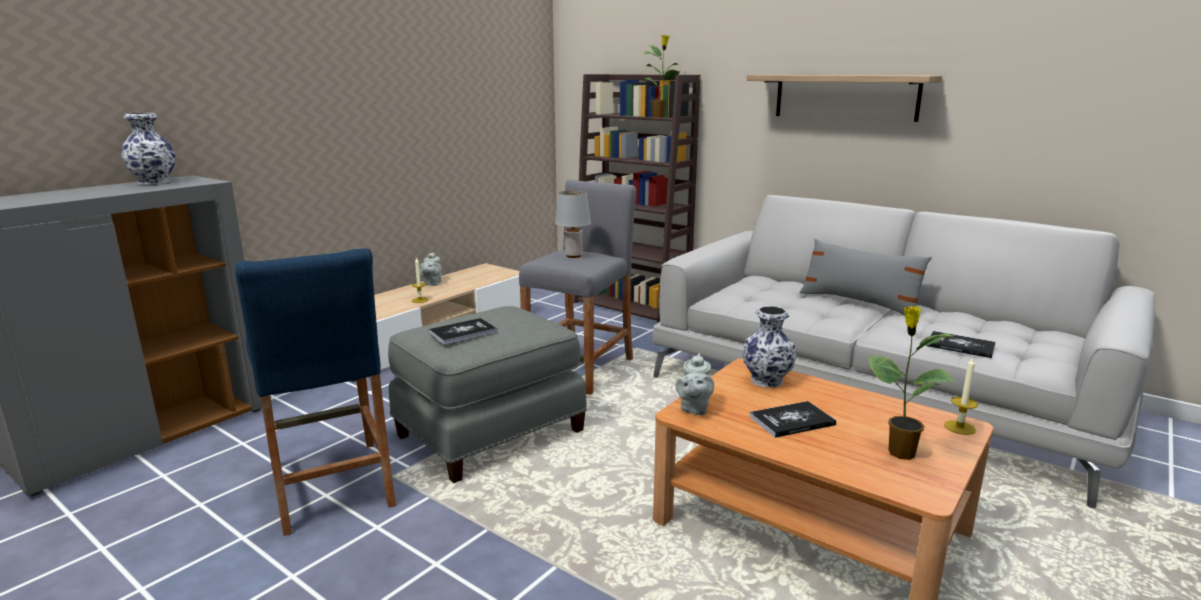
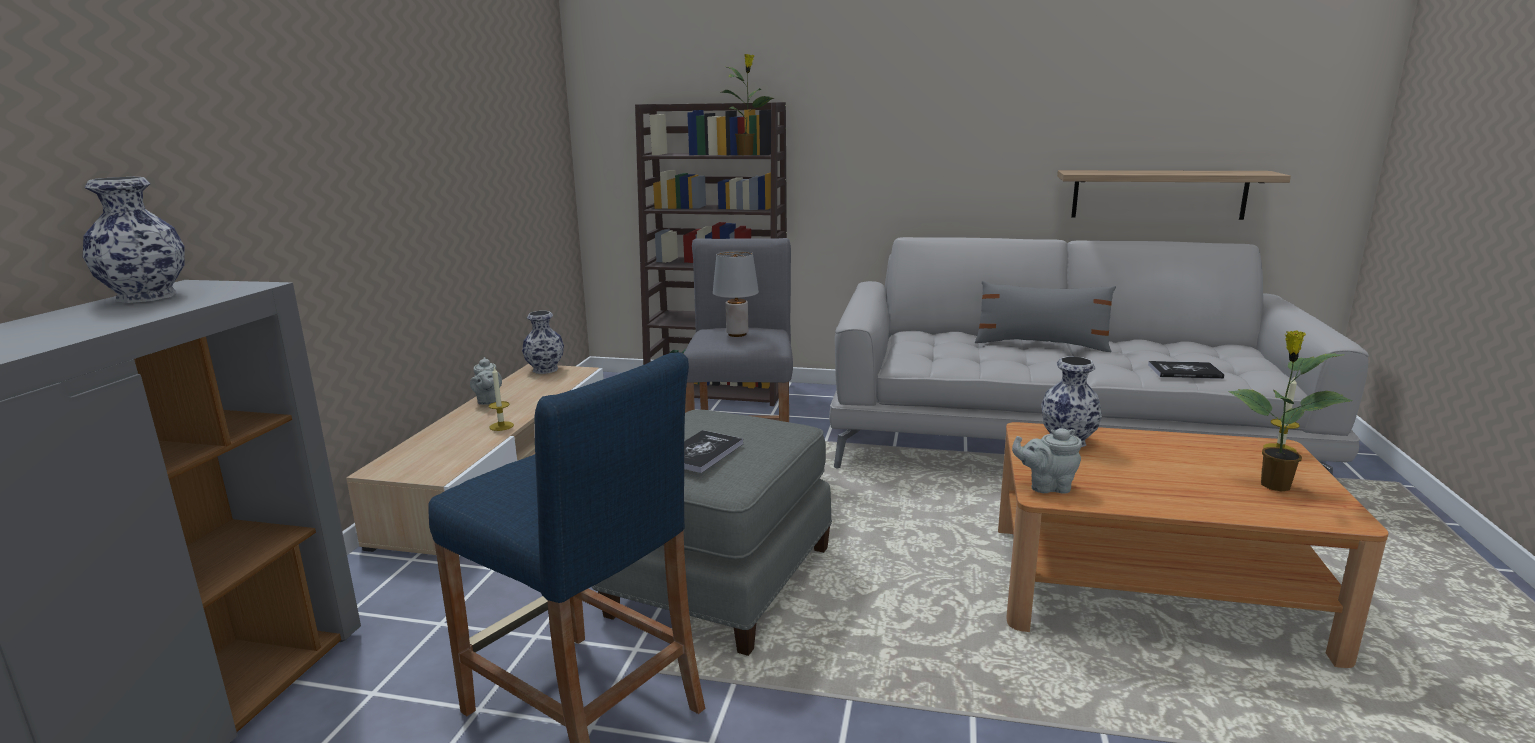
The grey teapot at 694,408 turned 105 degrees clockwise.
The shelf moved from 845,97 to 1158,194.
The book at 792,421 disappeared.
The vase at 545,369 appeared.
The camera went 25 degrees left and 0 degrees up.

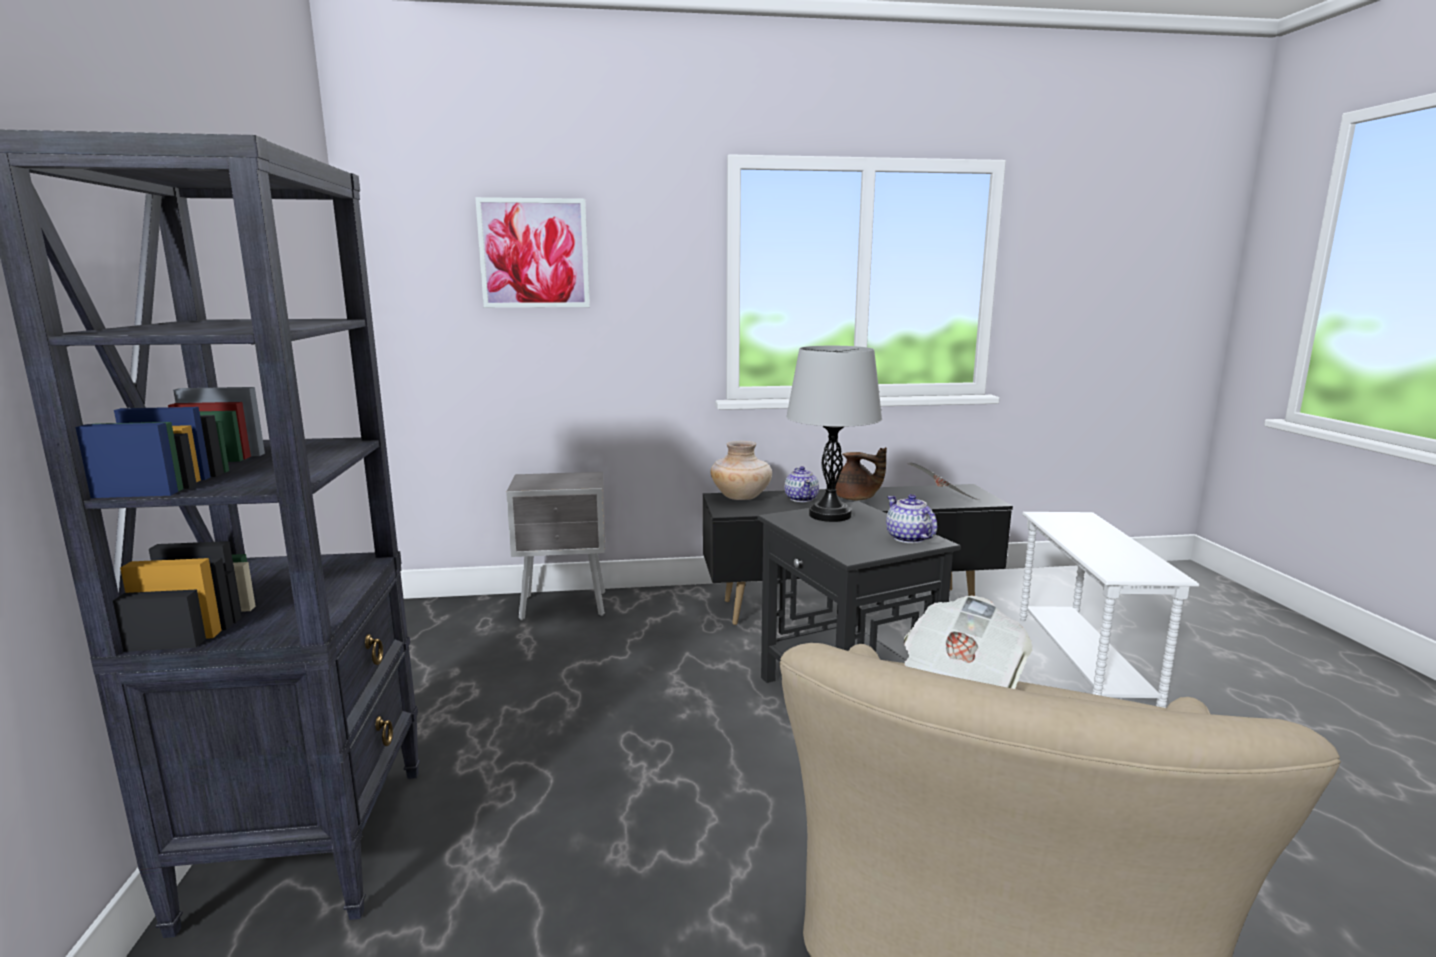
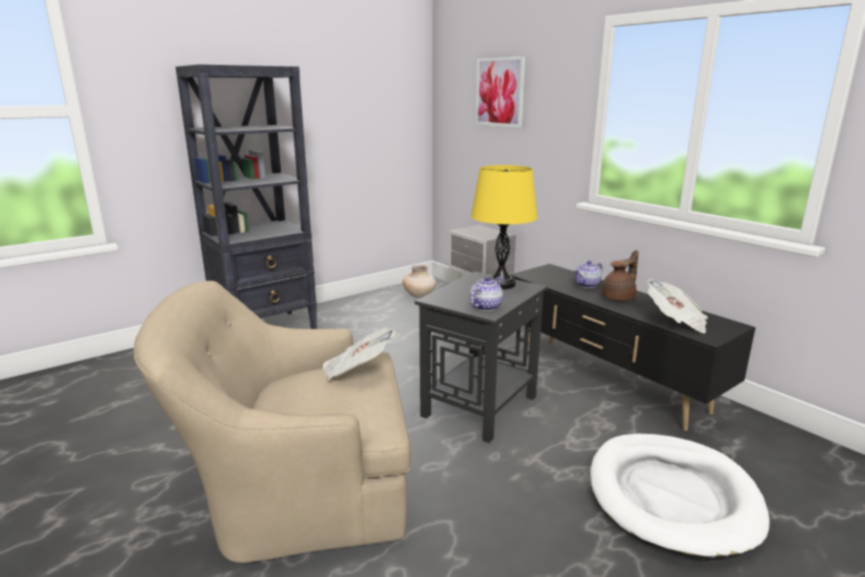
The beige vase moved from 741,497 to 419,295.
The grey table lamp at 830,515 became the yellow table lamp at 501,284.
The brown teapot at 856,498 turned 135 degrees counterclockwise.
The white side table at 1082,660 was replaced by the white dog bed at 672,497.
The camera went 60 degrees right and 5 degrees up.

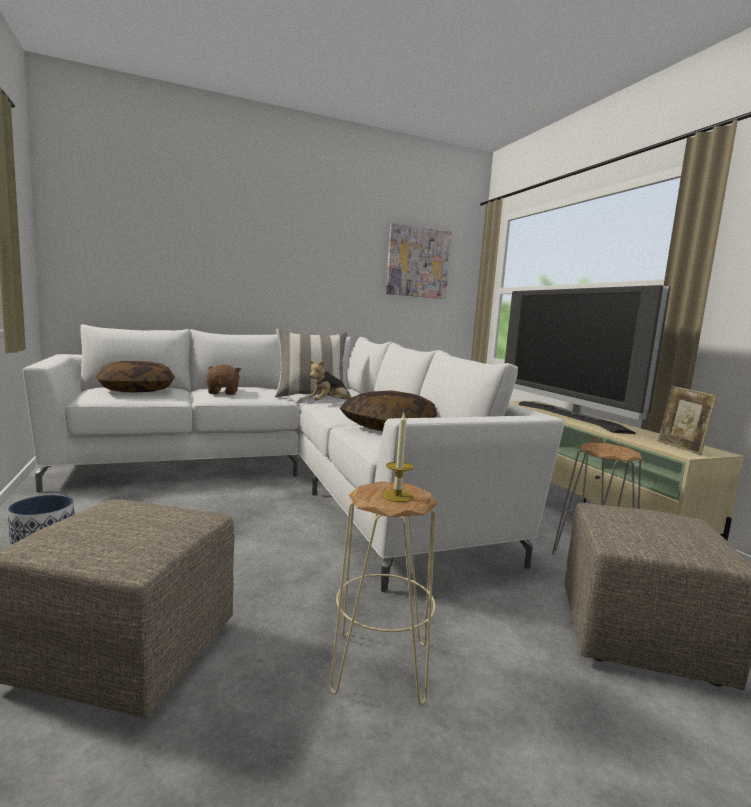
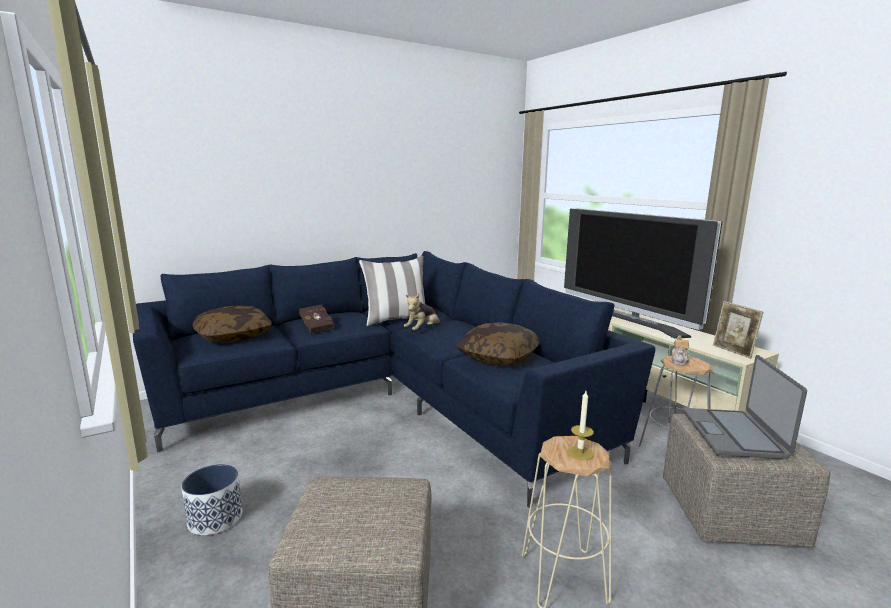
The white sofa at 290,479 became the blue sofa at 388,400.
The brown plush toy at 223,392 was replaced by the red book at 316,327.
The picture at 418,262 disappeared.
The teapot at 679,361 appeared.
The laptop at 734,434 appeared.
The camera went 10 degrees left and 5 degrees up.

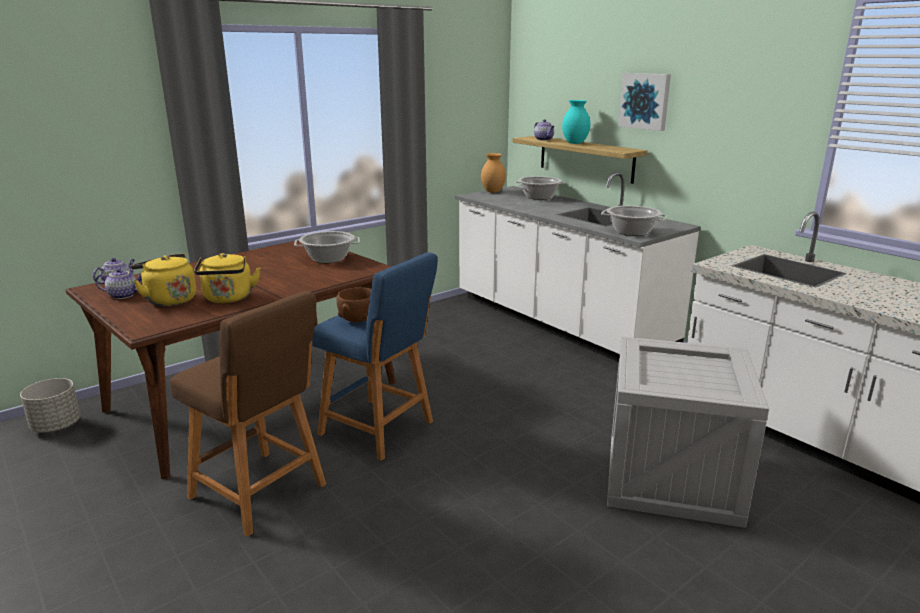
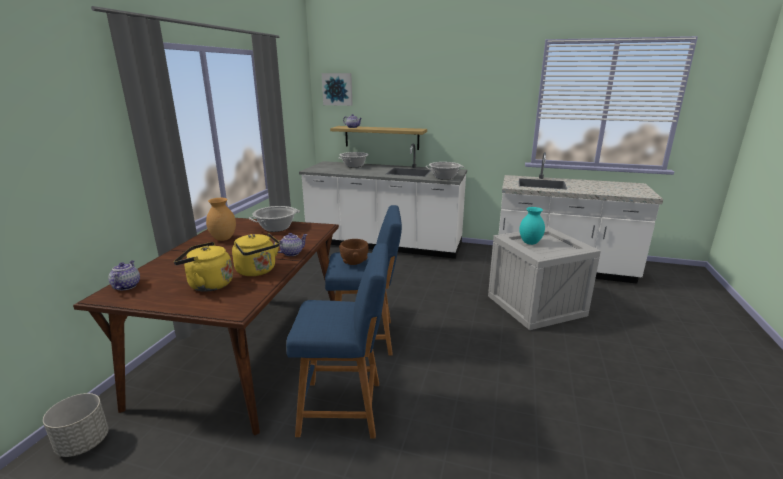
The teapot moved from 124,295 to 291,253.
The brown stool at 262,493 became the blue stool at 345,408.
The brown vase moved from 493,192 to 223,239.
The turquoise vase moved from 574,143 to 529,243.
The picture moved from 645,101 to 337,89.
The camera went 35 degrees left and 0 degrees up.

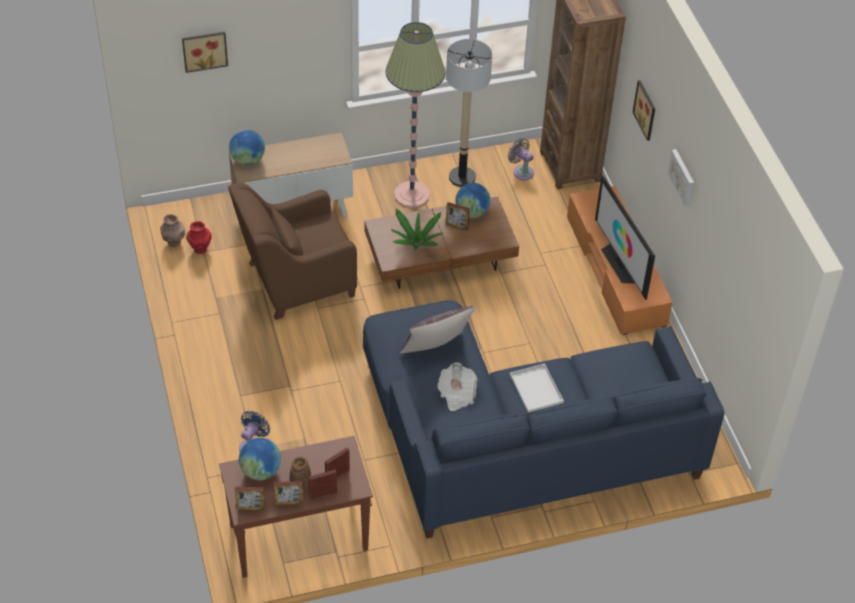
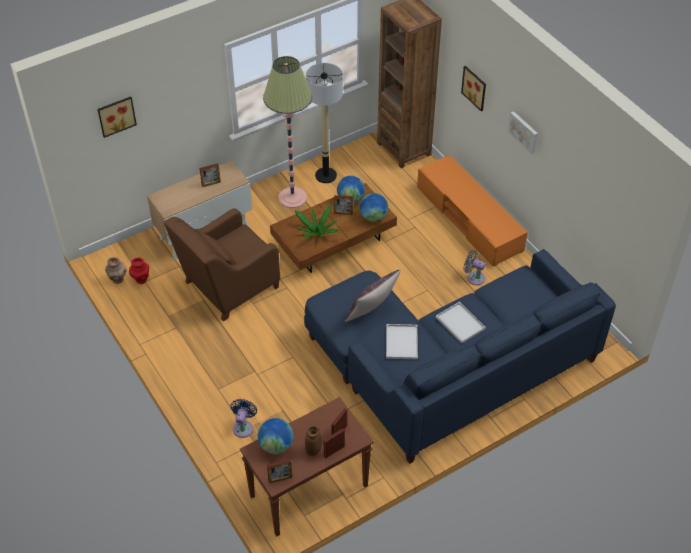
The globe moved from 247,160 to 373,217.
The picture frame moved from 289,503 to 211,184.
The newspaper at 456,394 was replaced by the white tray at 402,343.
The grey fan moved from 521,171 to 474,277.
The television at 620,263 disappeared.
The camera went 15 degrees left and 0 degrees up.

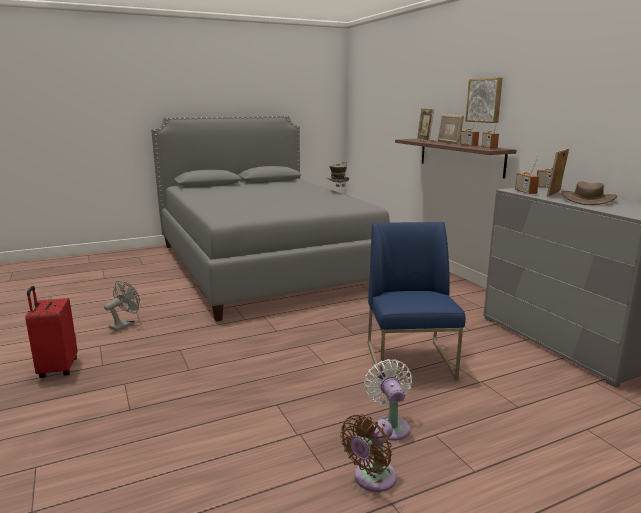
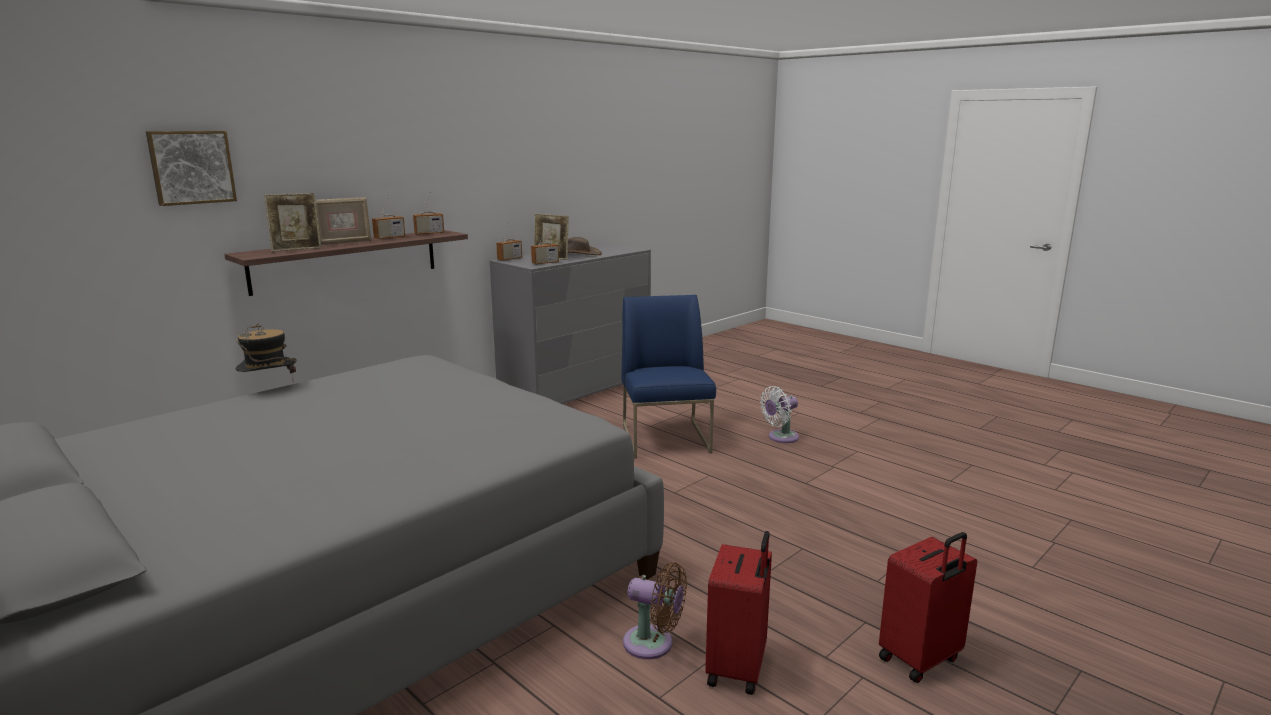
The grey fan at 125,325 was replaced by the red suitcase at 738,669.
The brown fan moved from 372,479 to 653,644.
The blue chair at 410,361 turned 105 degrees clockwise.
The picture moved from 485,100 to 191,167.
The camera went 110 degrees left and 0 degrees up.

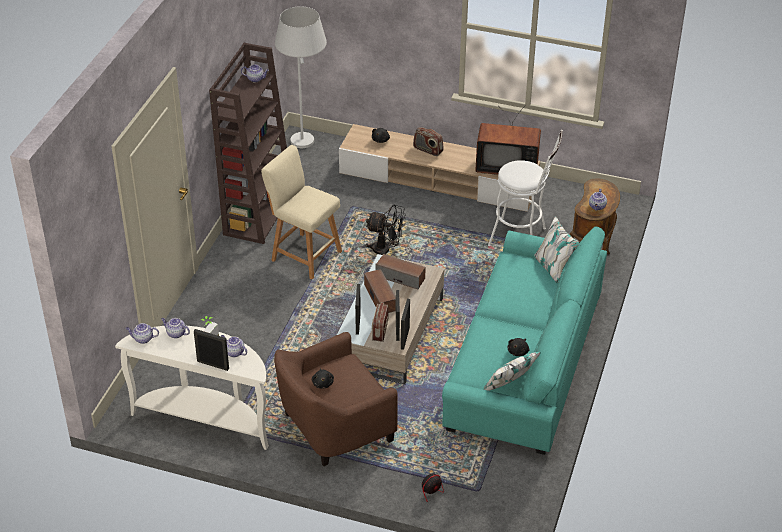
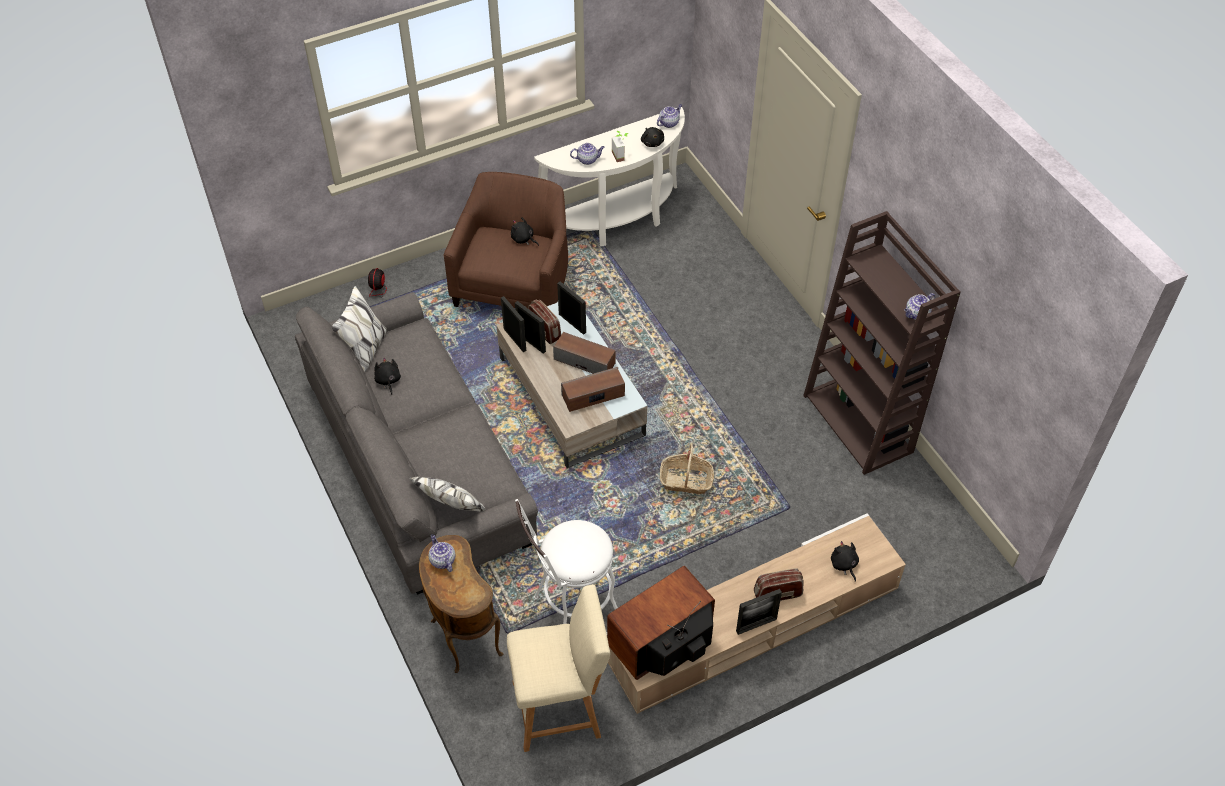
The teapot at 175,333 was replaced by the black plush toy at 652,142.
The picture frame moved from 213,365 to 756,625.
The beige stool moved from 304,254 to 561,708.
The white floor lamp at 305,149 disappeared.
The black fan at 386,250 was replaced by the basket at 686,480.
The turquoise sofa at 524,361 became the grey sofa at 418,461.
The camera went 135 degrees right and 10 degrees up.

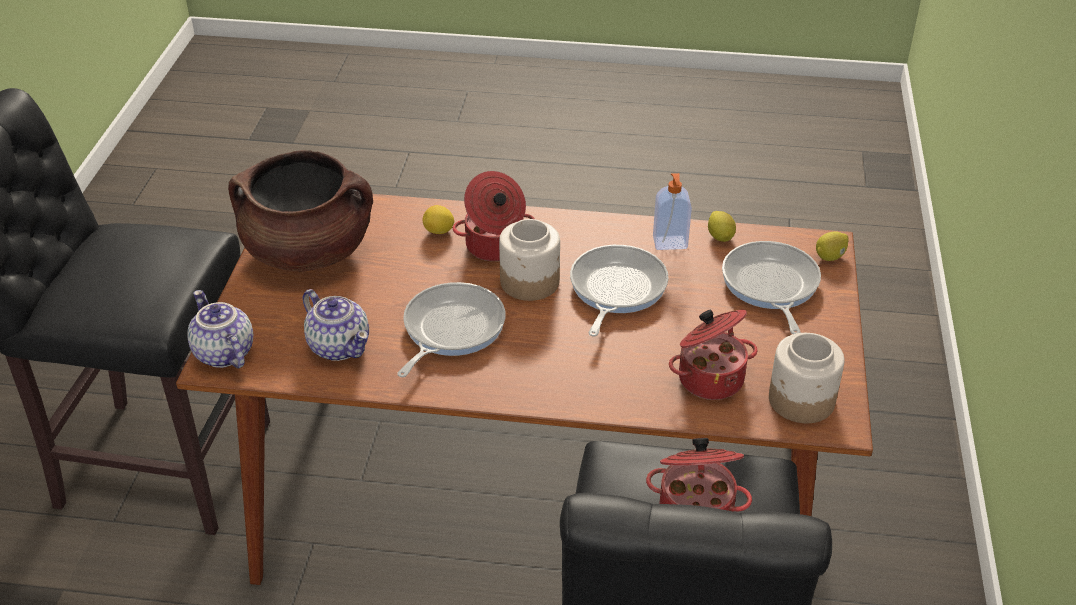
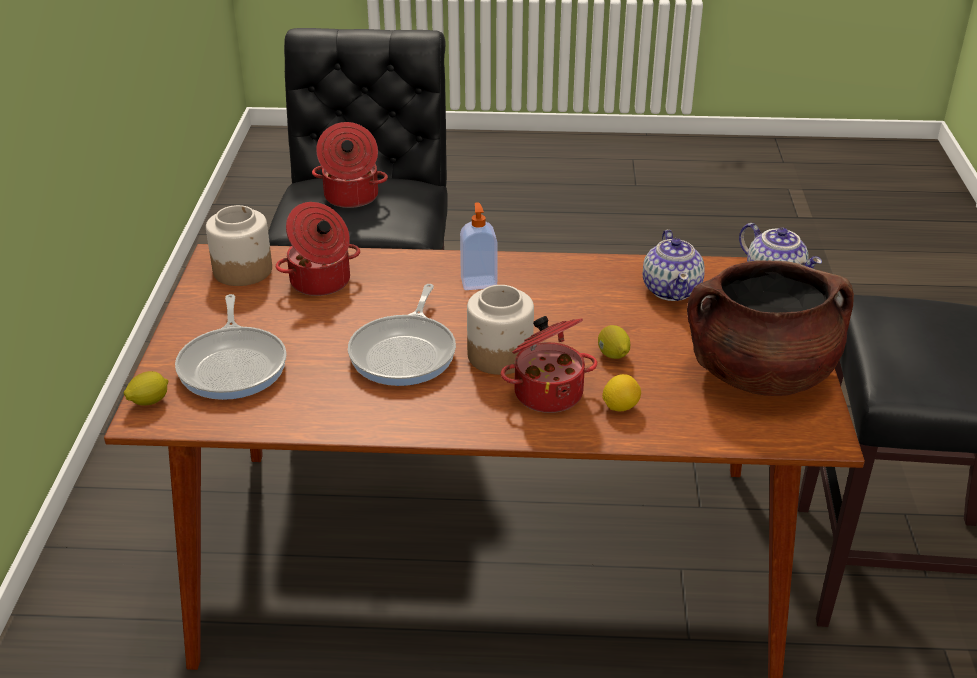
The teapot at 339,346 turned 135 degrees counterclockwise.
The frying pan at 450,329 disappeared.
The soap dispenser moved from 670,243 to 478,282.
The lemon moved from 720,236 to 613,355.
The camera went 175 degrees right and 5 degrees down.

